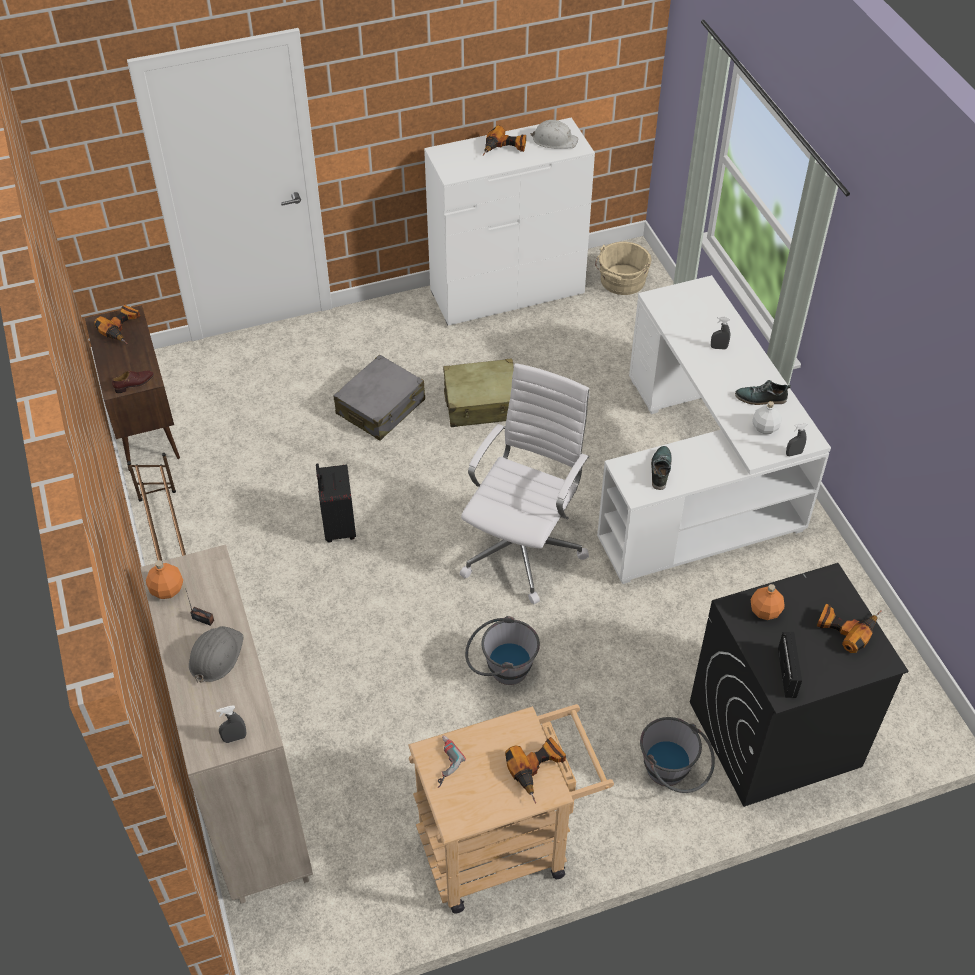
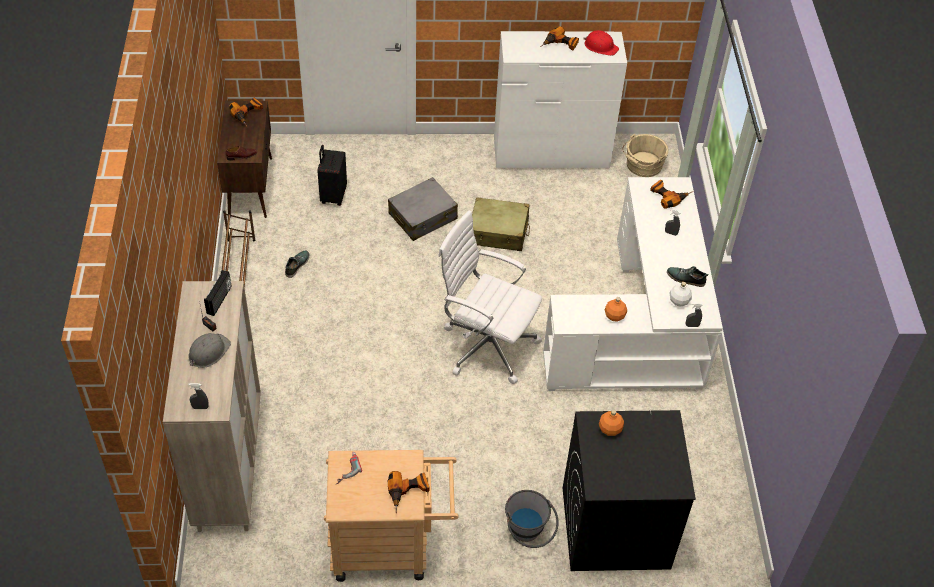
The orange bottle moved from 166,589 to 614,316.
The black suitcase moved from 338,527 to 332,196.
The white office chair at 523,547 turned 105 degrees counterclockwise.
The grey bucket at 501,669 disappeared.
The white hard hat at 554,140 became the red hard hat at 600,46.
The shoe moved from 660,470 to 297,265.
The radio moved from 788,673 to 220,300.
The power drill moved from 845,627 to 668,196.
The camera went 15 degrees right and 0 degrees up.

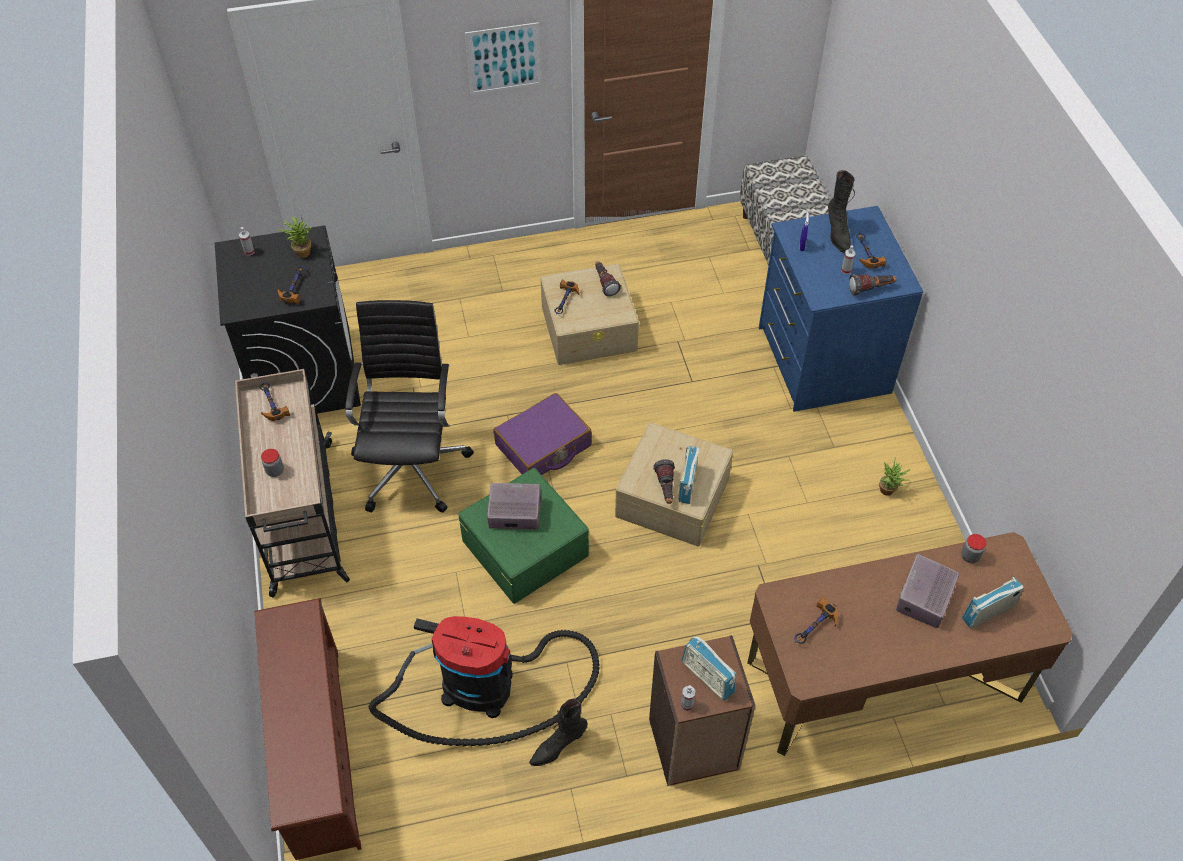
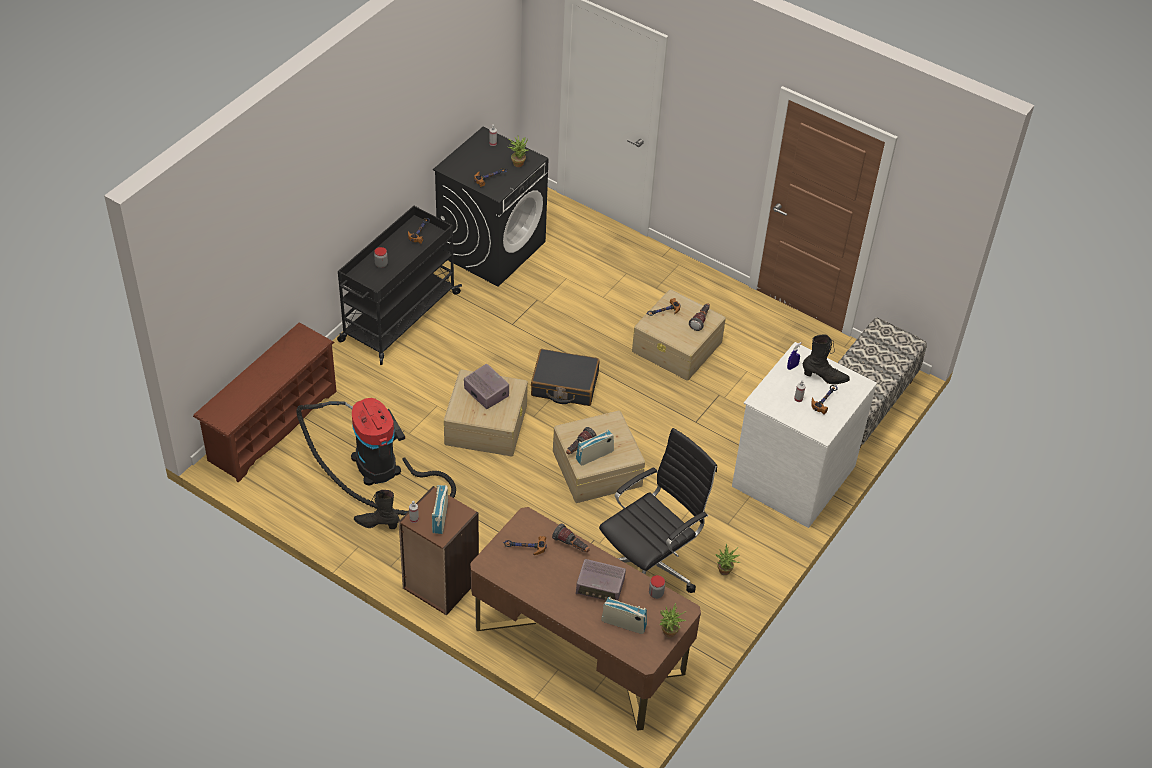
The beige cart at 302,519 became the black cart at 398,318.
The black office chair moved from 412,465 to 650,567.
The green storage box at 524,547 became the beige storage box at 486,424.
The picture at 503,58 disappeared.
The purple suitcase at 543,446 became the black suitcase at 564,385.
The blue dresser at 821,360 became the white dresser at 792,475.
The black boot at 837,234 turned 120 degrees counterclockwise.
The flashlight moved from 871,289 to 571,545.
The radio at 923,598 turned 150 degrees counterclockwise.
The potted plant at 668,634 appeared.
The camera went 45 degrees right and 5 degrees down.

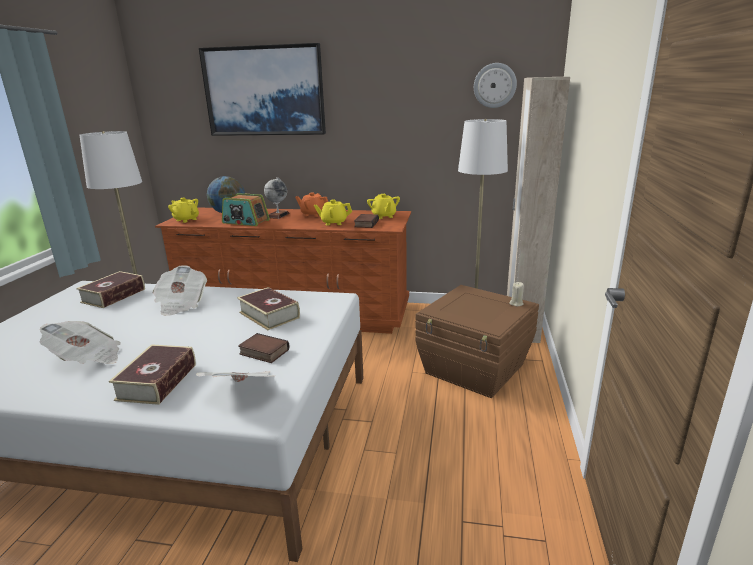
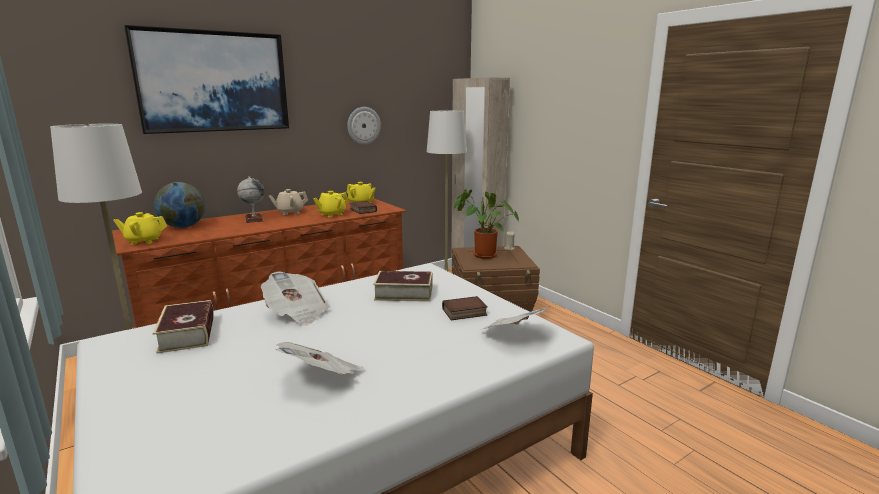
The book at 157,382 disappeared.
The radio at 245,222 disappeared.
The orange teapot at 313,214 became the beige teapot at 289,212.
The wall clock moved from 494,85 to 363,125.
The potted plant at 482,255 appeared.
The camera went 45 degrees left and 5 degrees down.

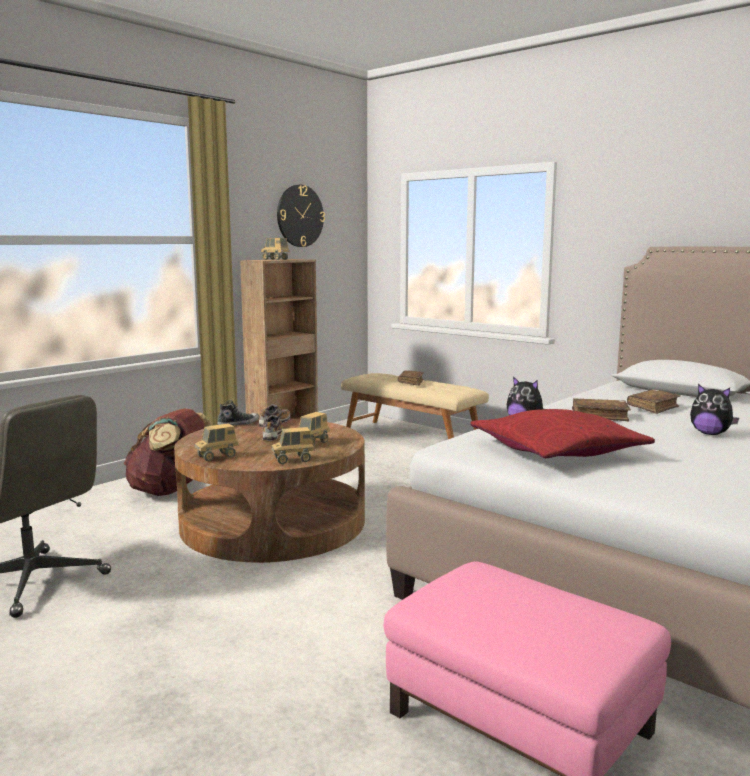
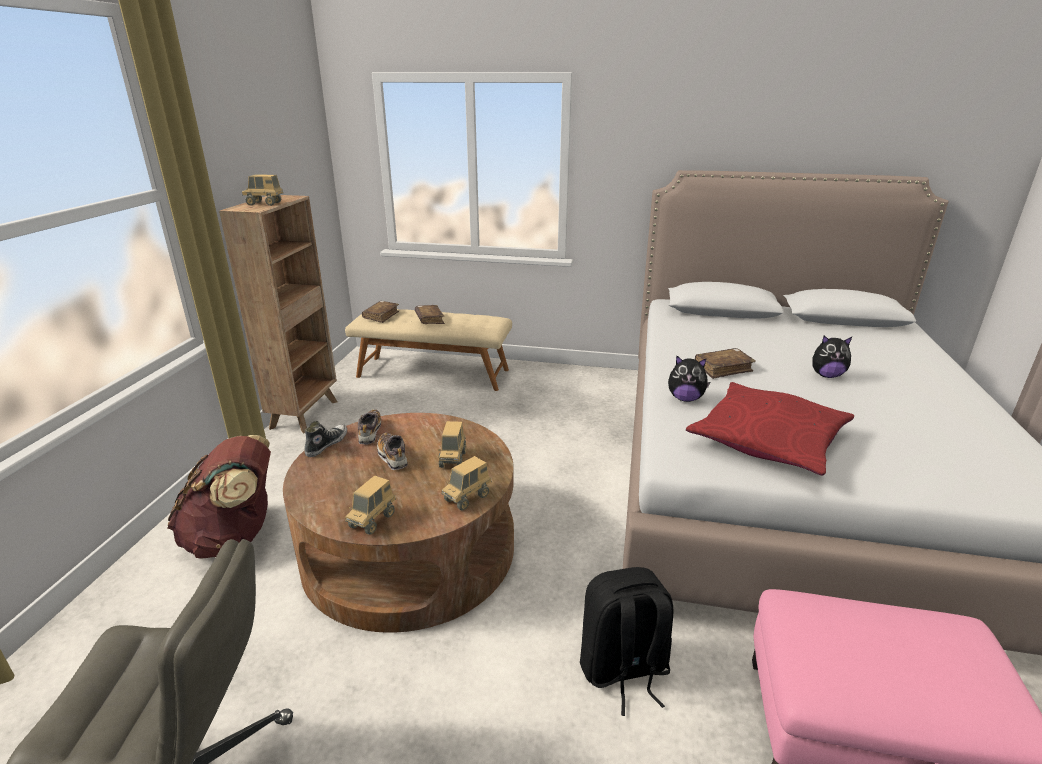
The wall clock at 300,216 disappeared.
The brown book moved from 653,407 to 381,316.
The black backpack at 623,670 appeared.
The camera went 30 degrees left and 15 degrees up.

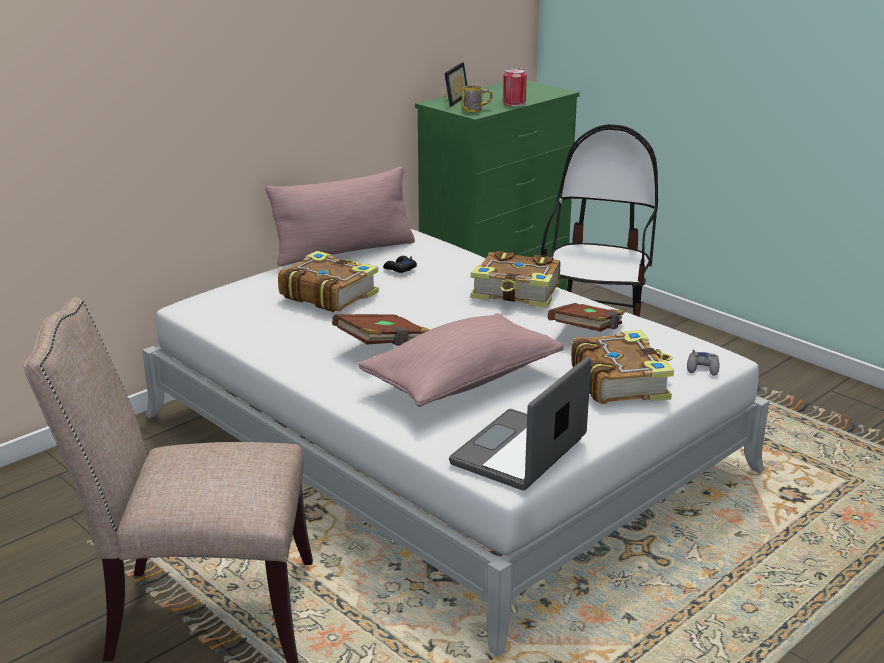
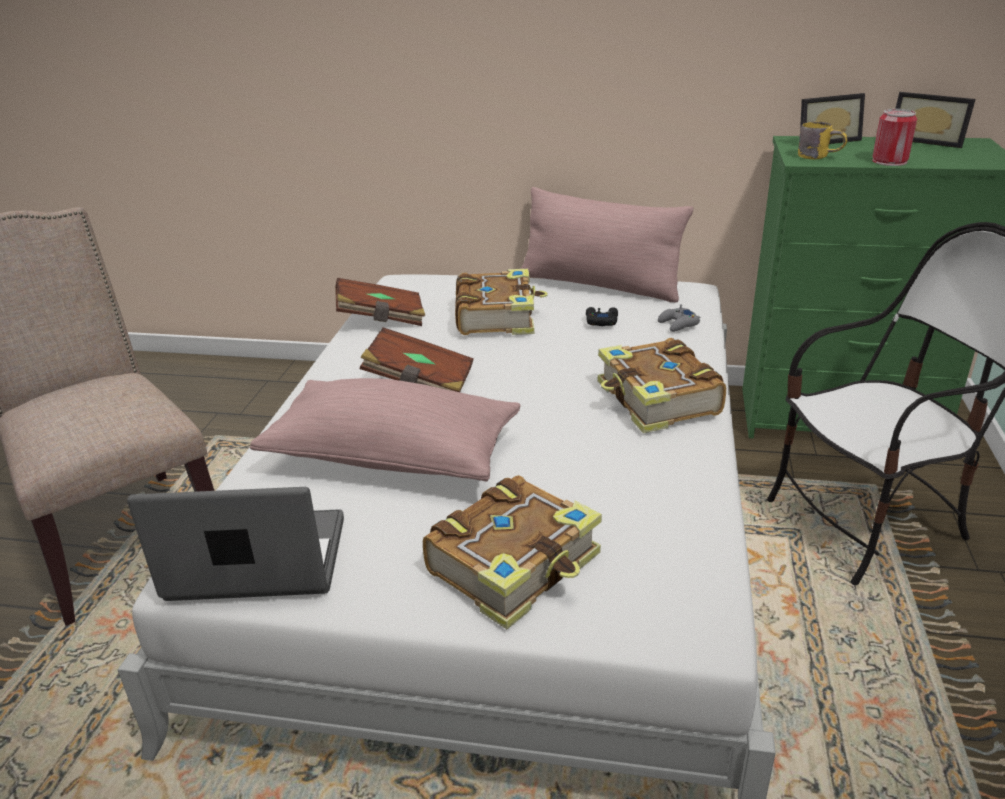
The brown book moved from 587,333 to 381,319.
The grey game controller moved from 703,368 to 678,324.
The picture frame at 927,141 appeared.
The camera went 55 degrees right and 5 degrees up.

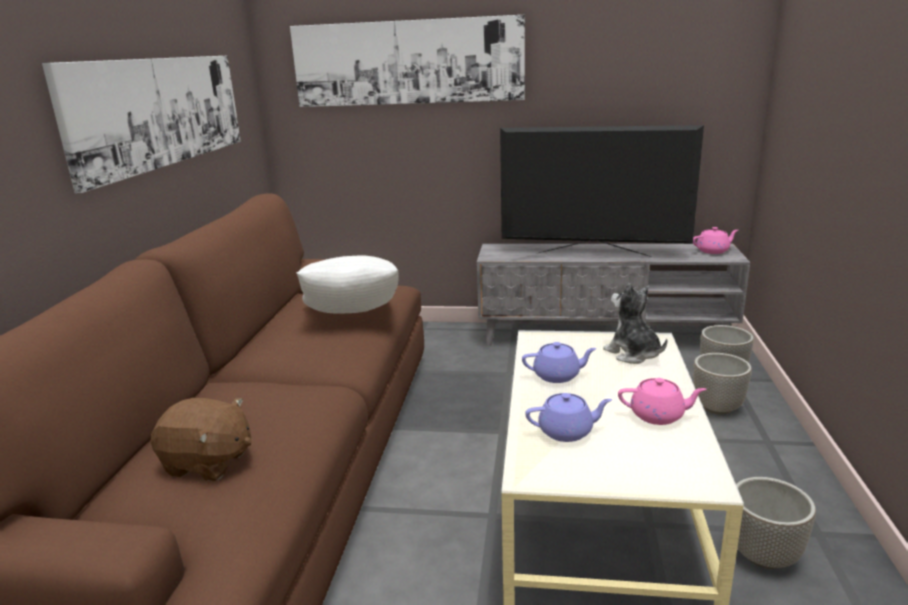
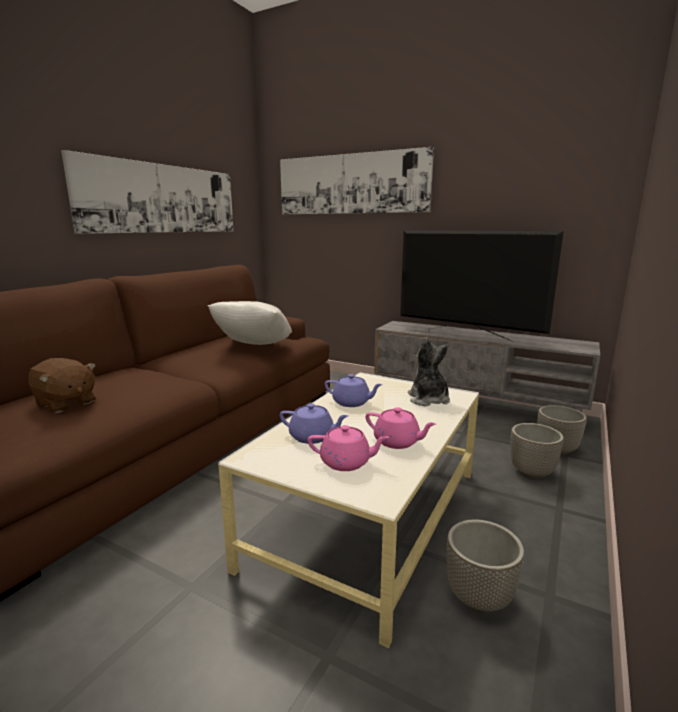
The pink teapot moved from 713,251 to 346,462.
The camera went 20 degrees right and 5 degrees down.

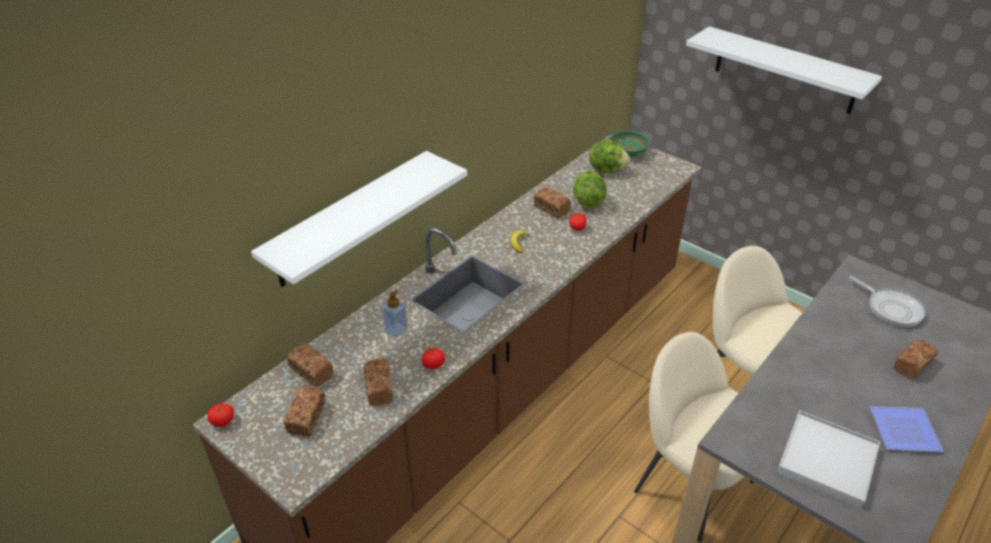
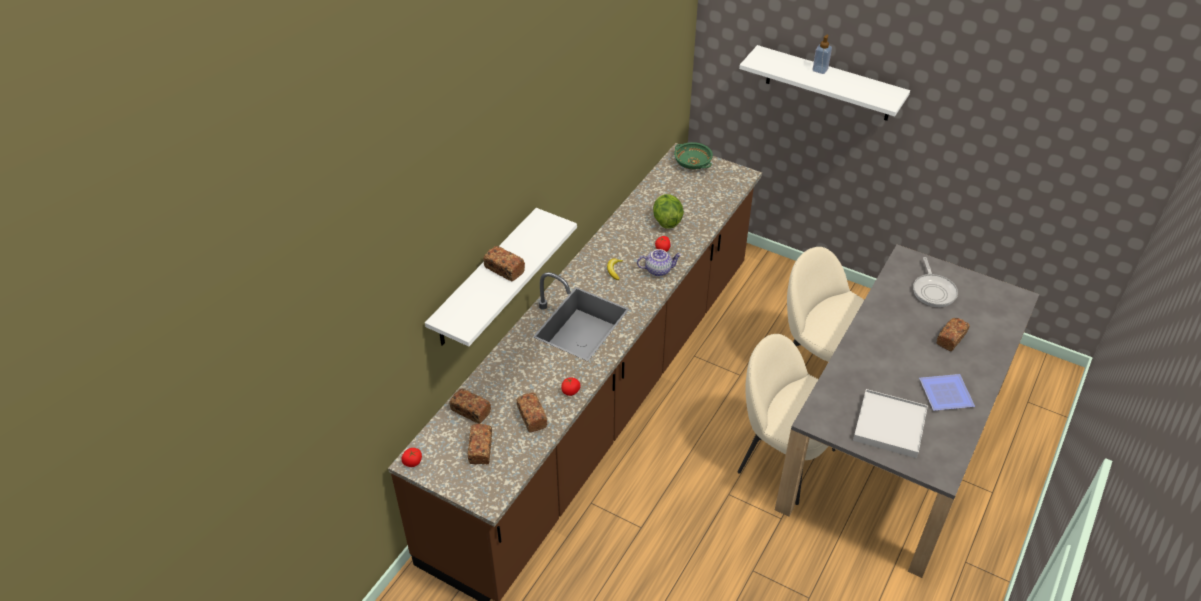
The soap dispenser moved from 396,330 to 820,70.
The bread moved from 551,209 to 504,269.
The lettuce at 606,169 disappeared.
The frying pan at 891,308 turned 45 degrees clockwise.
The teapot at 658,270 appeared.
The camera went 10 degrees left and 5 degrees up.

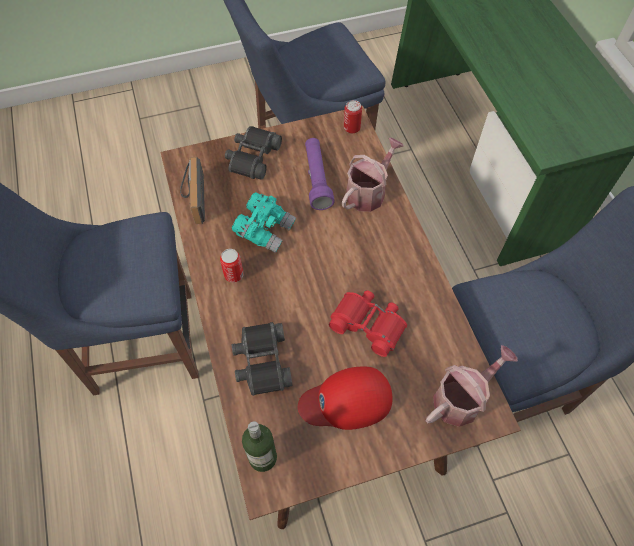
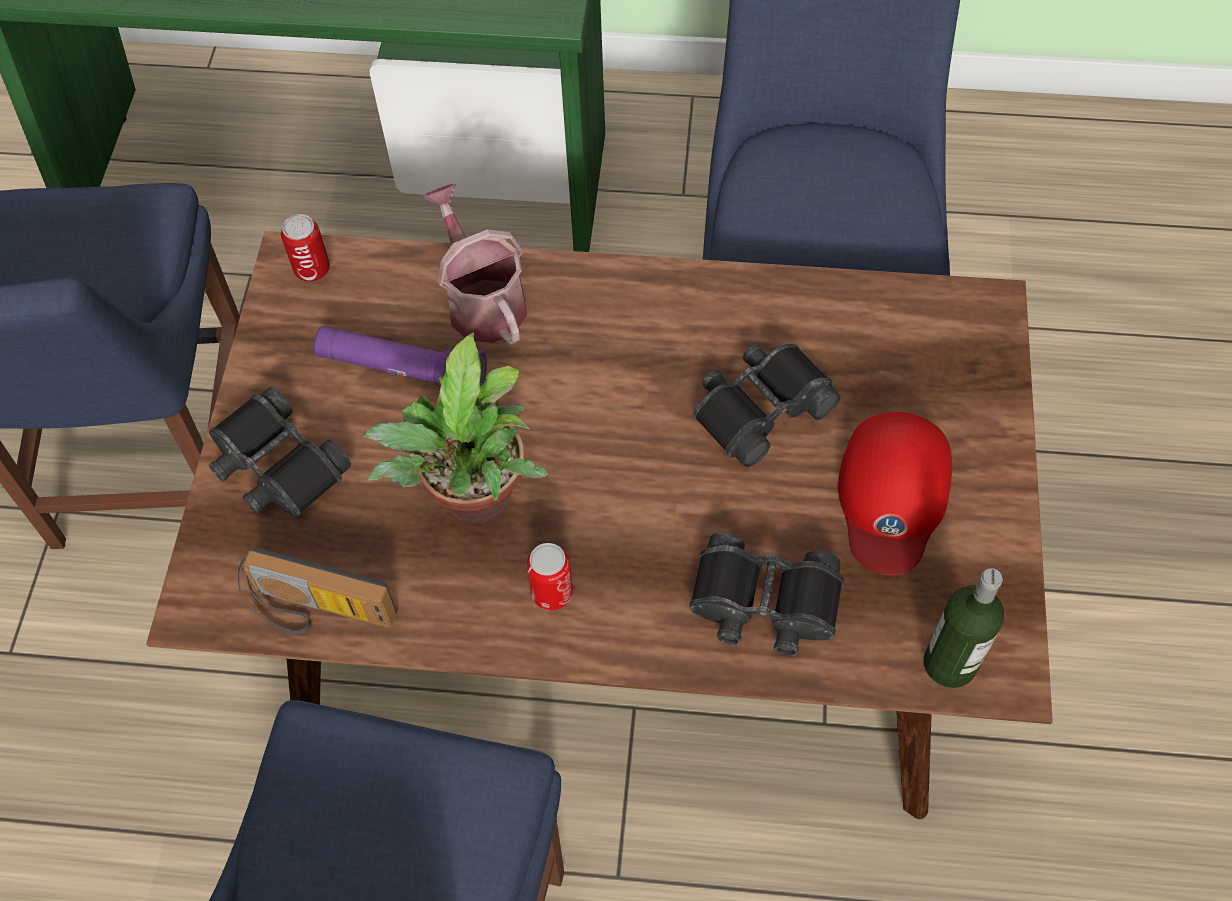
The turquoise binoculars at 265,230 was replaced by the potted plant at 474,503.
The red binoculars at 368,324 became the black binoculars at 760,408.
The watering can at 462,398 disappeared.
The camera went 65 degrees left and 0 degrees up.

